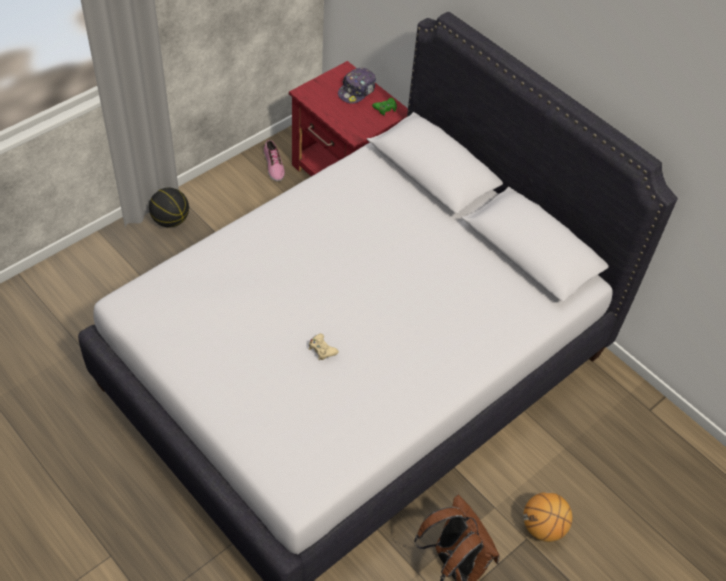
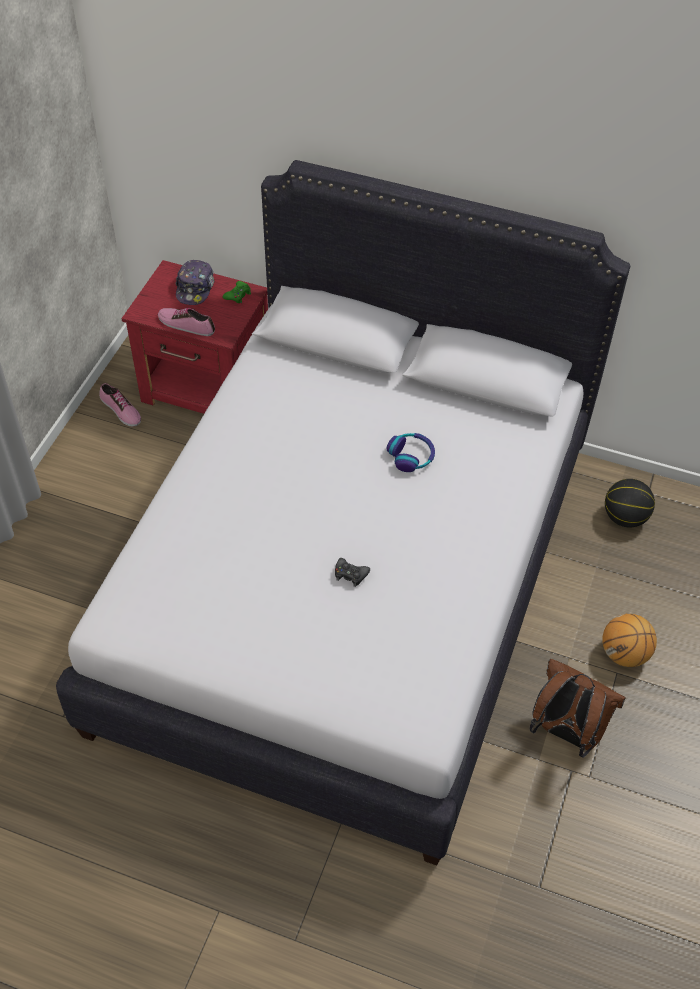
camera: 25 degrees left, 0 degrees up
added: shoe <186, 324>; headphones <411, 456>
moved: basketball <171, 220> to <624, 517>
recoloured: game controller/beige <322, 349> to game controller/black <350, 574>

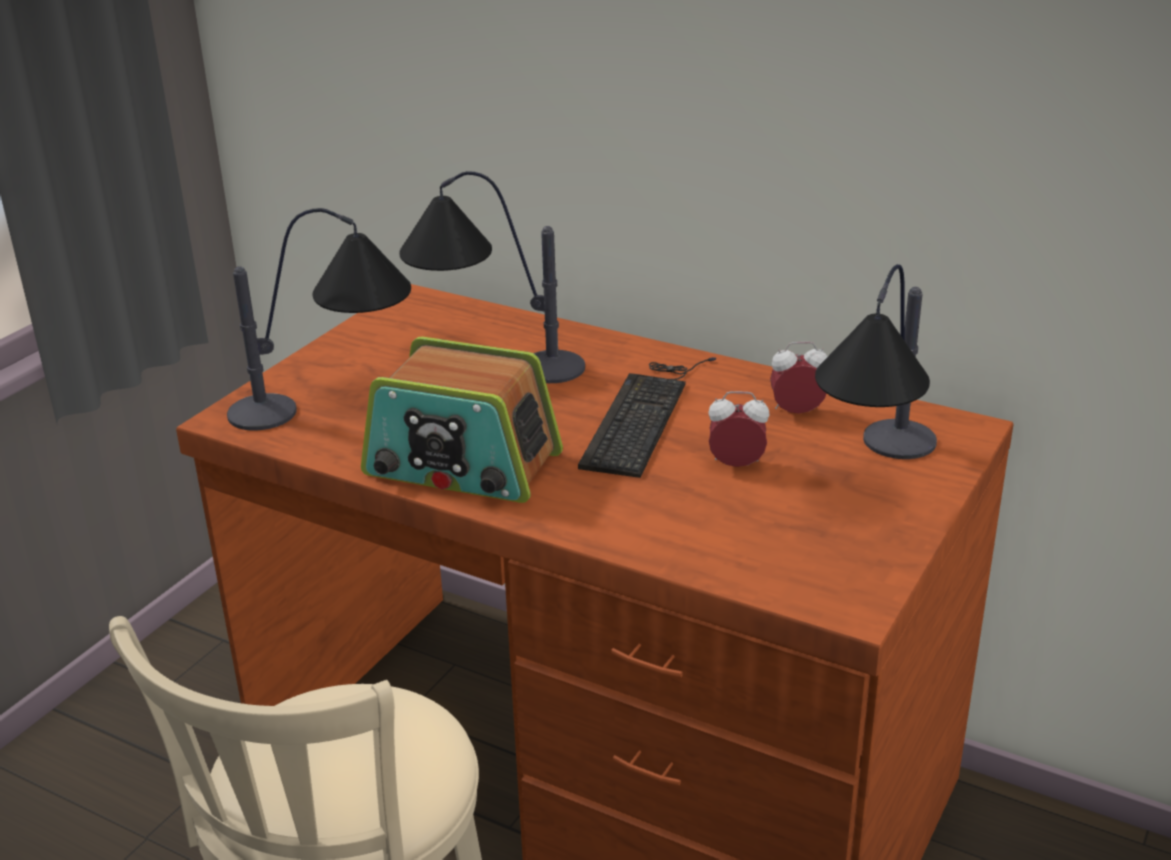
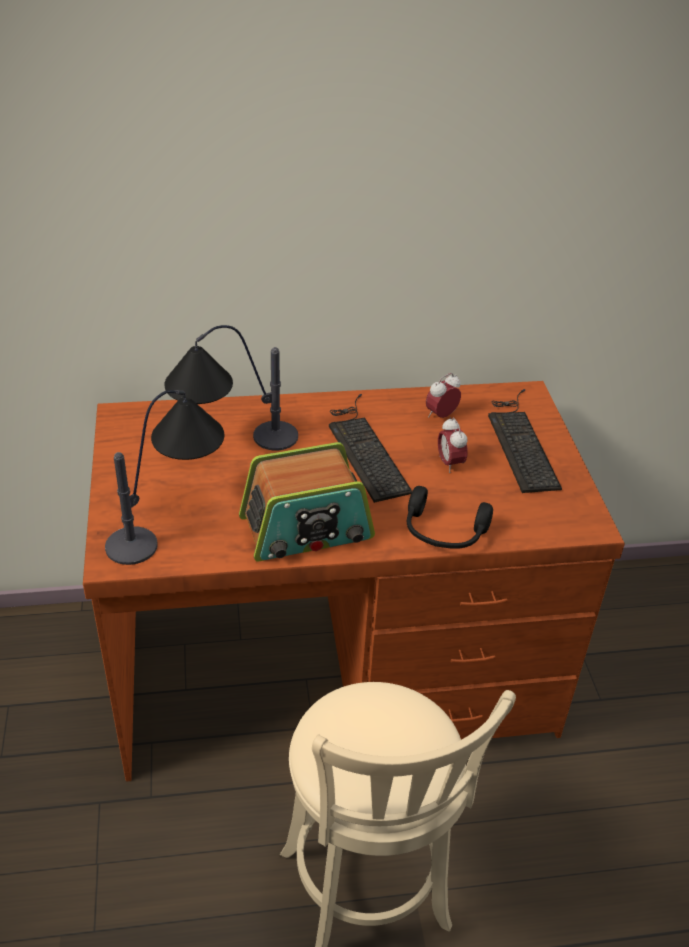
camera: 40 degrees left, 10 degrees up
added: headphones/black <443, 533>
replaced: table lamp <876, 476> to keyboard <520, 441>
turned: alarm clock <736, 465> = <450, 463> 75 degrees counterclockwise

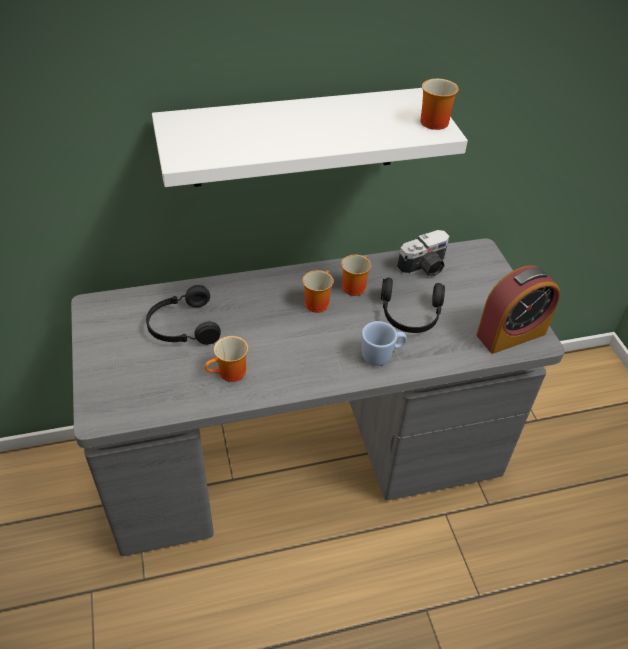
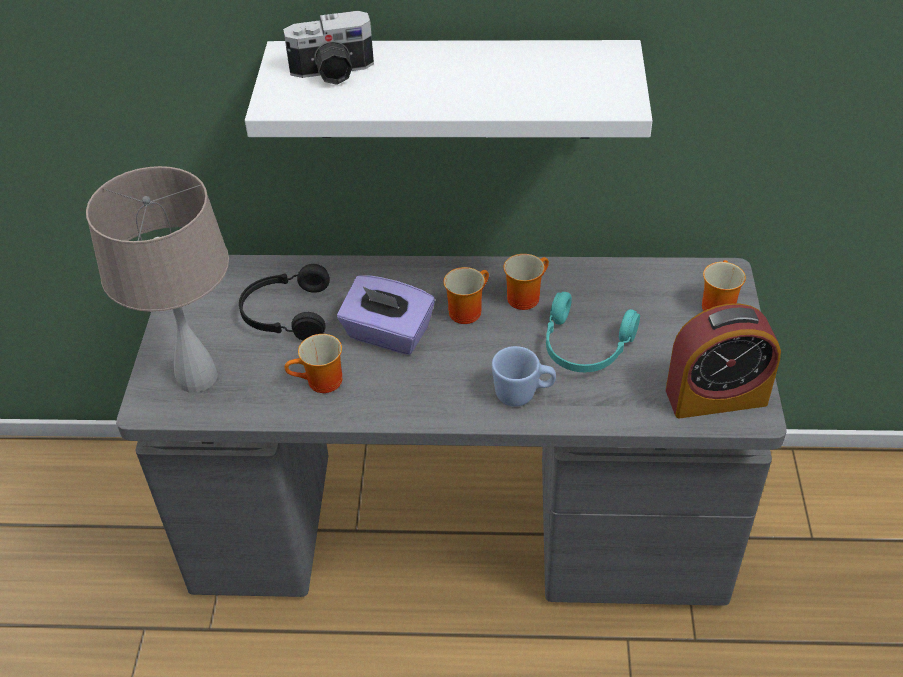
camera: 20 degrees right, 0 degrees up
added: table lamp/beige <197, 377>; tissue box/purple <387, 334>
moved: mug <431, 120> to <715, 304>; photo camera <424, 268> to <333, 72>
recoloured: headphones/black <410, 315> to headphones/turquoise <584, 347>

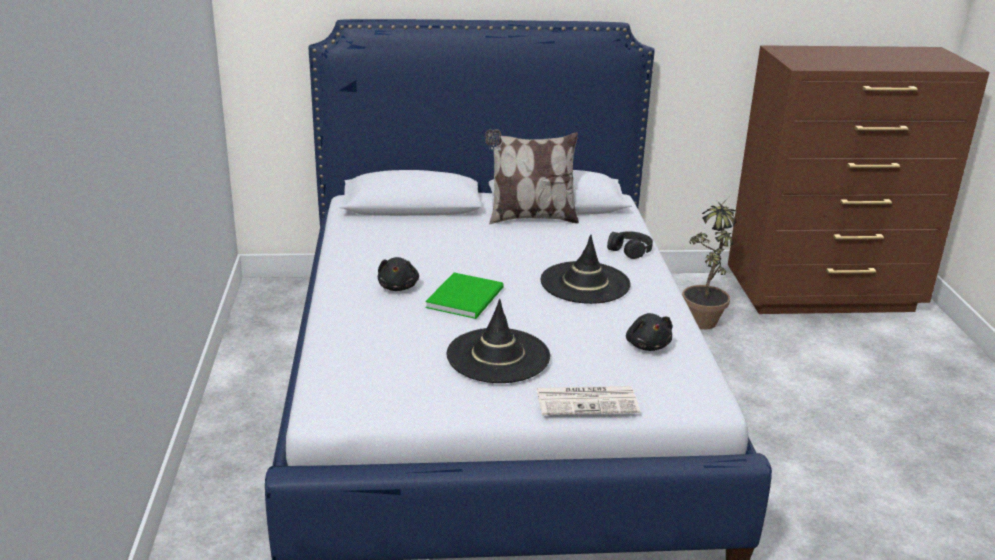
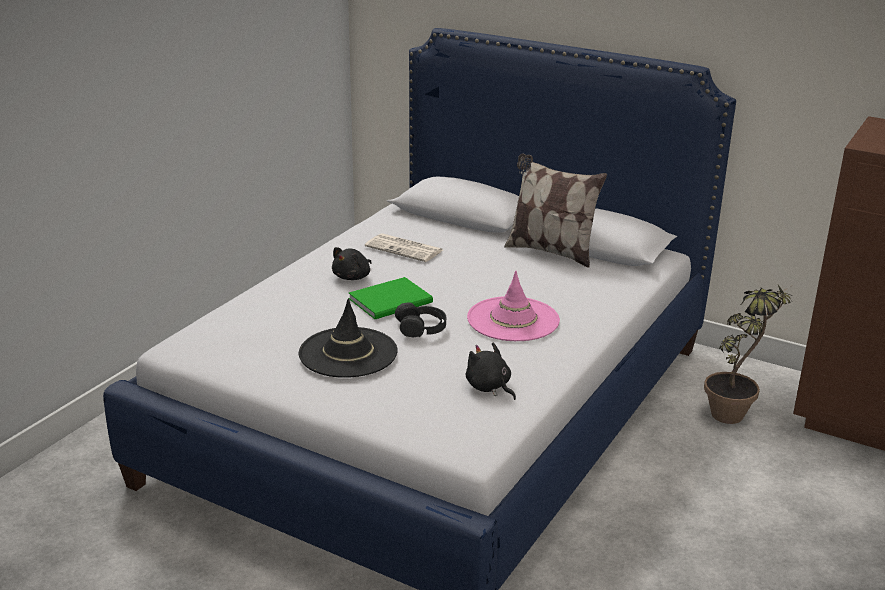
camera: 35 degrees right, 0 degrees up
moved: headphones/black <630, 250> to <421, 327>; newspaper <588, 401> to <405, 249>
recoloured: hat/black <585, 283> to hat/pink <513, 319>
turned: plush toy/black <647, 345> = <489, 387> 120 degrees clockwise

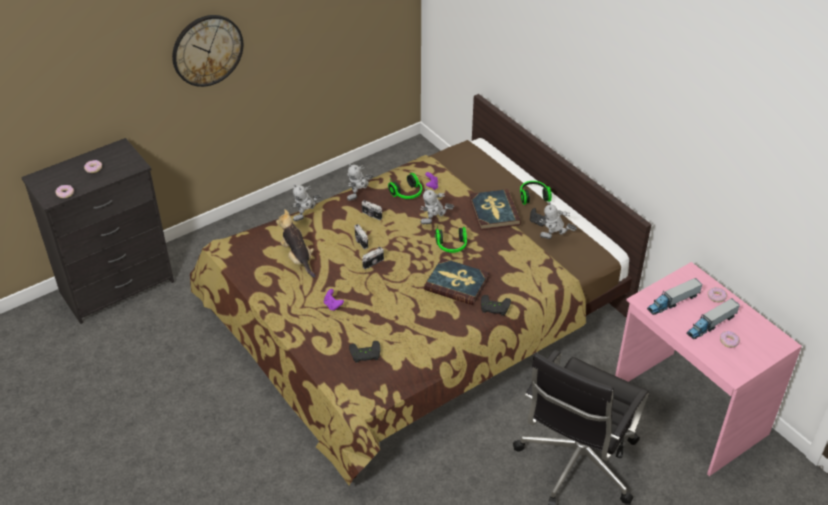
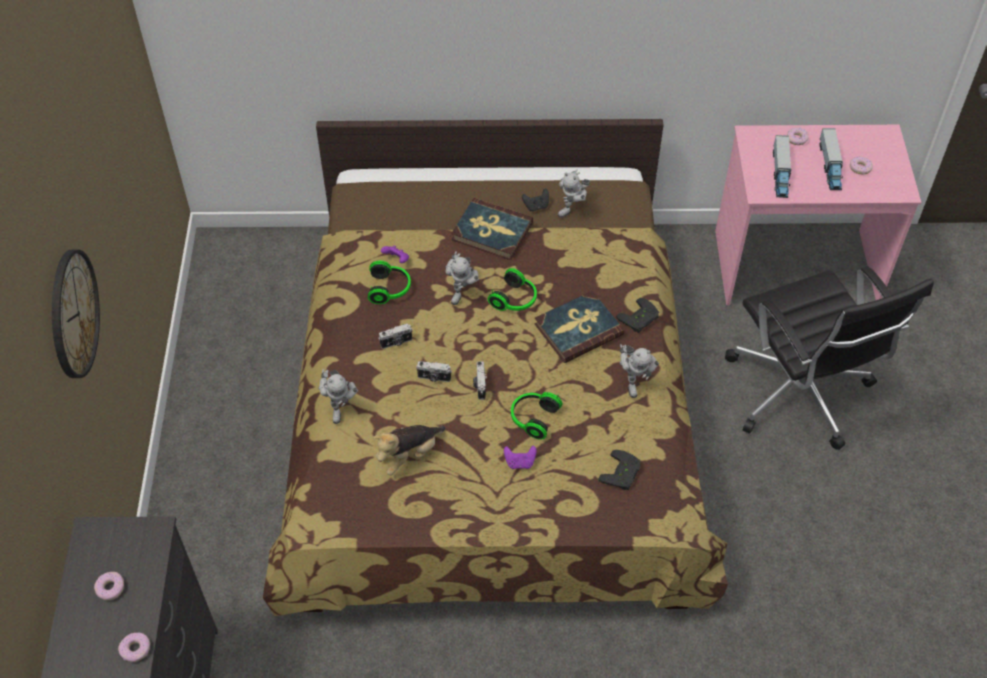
camera: 55 degrees left, 10 degrees up
moved: toy robot <360, 196> to <633, 381>; headphones <533, 196> to <533, 418>
turned: plush toy <298, 258> = <409, 455> 45 degrees counterclockwise

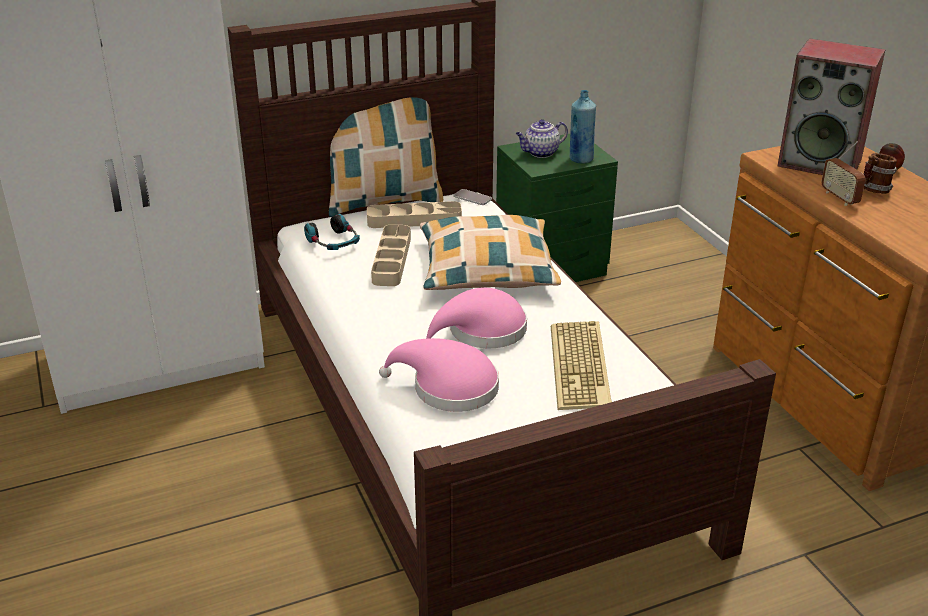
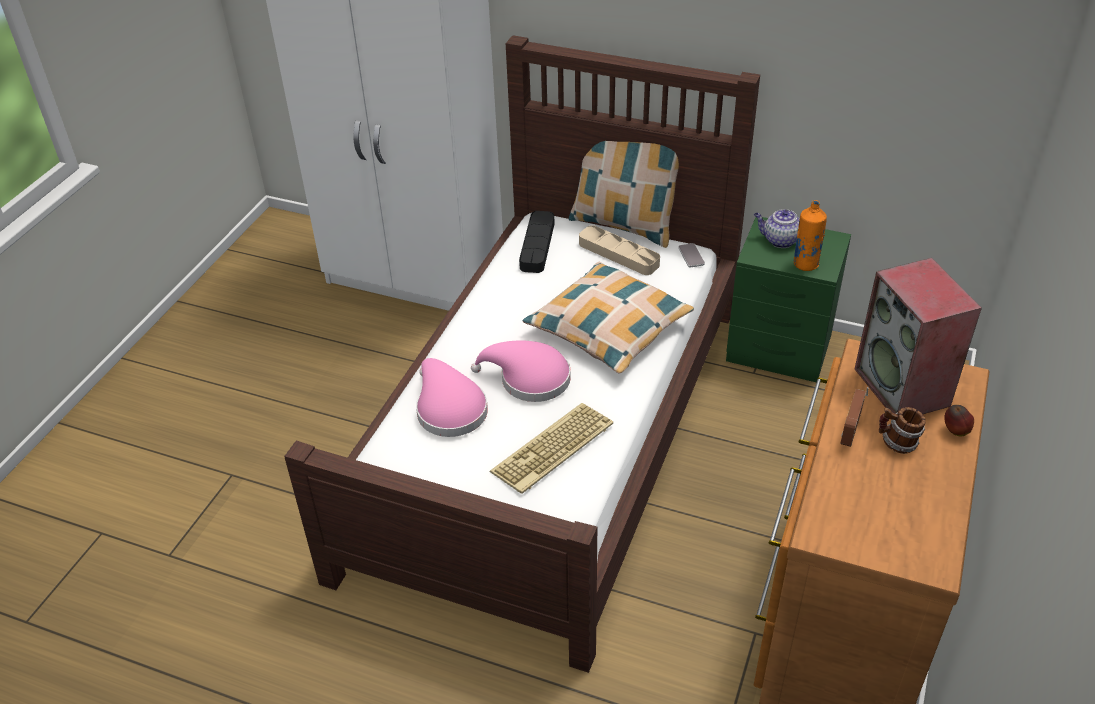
camera: 45 degrees right, 10 degrees up
removed: tray/beige <392, 260>
replaced: headphones <333, 242> to tray/black <537, 245>
recoloured: bottle/blue <581, 159> to bottle/orange <805, 264>

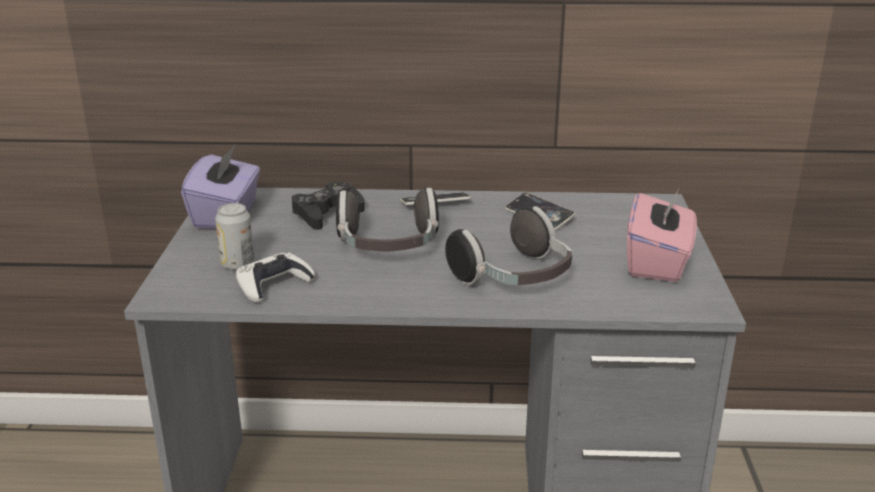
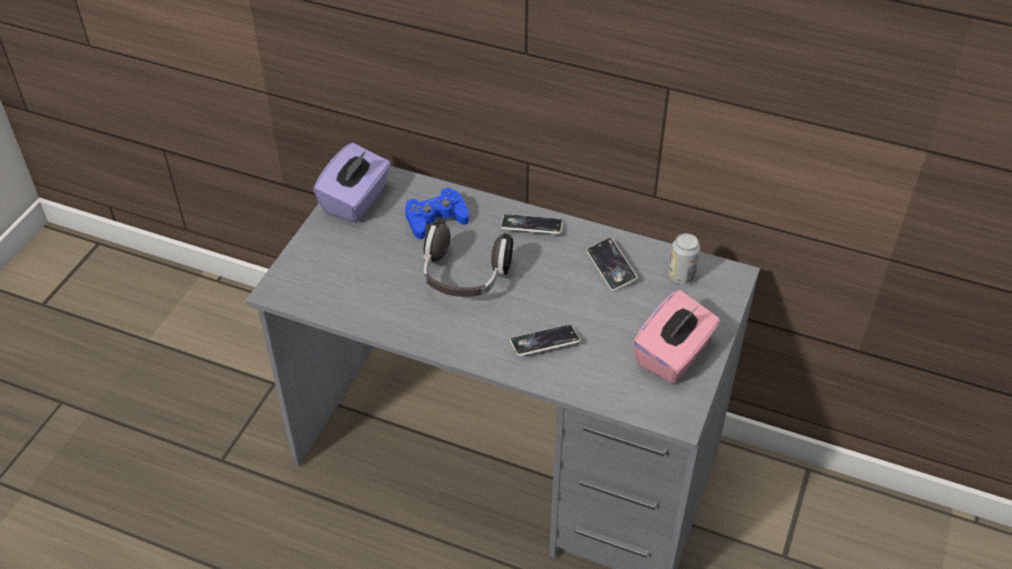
camera: 20 degrees right, 20 degrees up
removed: game controller/white <273, 284>
moved: can <238, 264> to <681, 276>
replaced: headphones <515, 279> to phone <544, 343>
recoloured: game controller/black <327, 213> to game controller/blue <435, 219>

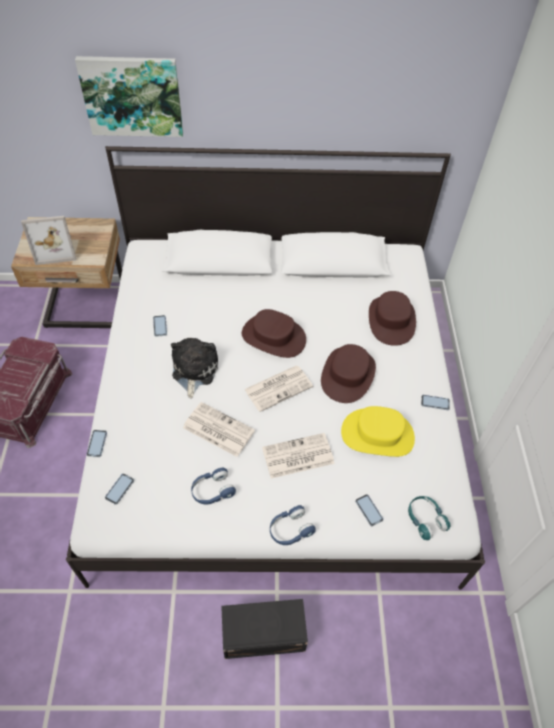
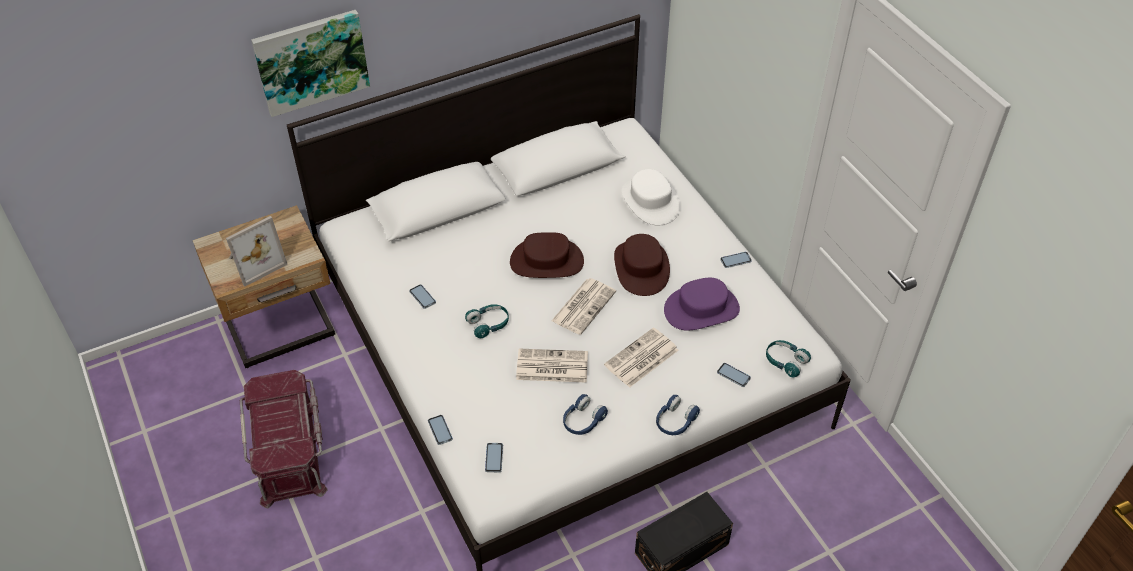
camera: 25 degrees left, 5 degrees down
replaced: plush toy <194, 370> to headphones/turquoise <489, 324>
recoloured: hat/brown <391, 320> to hat/white <650, 201>; hat/yellow <377, 434> to hat/purple <701, 309>

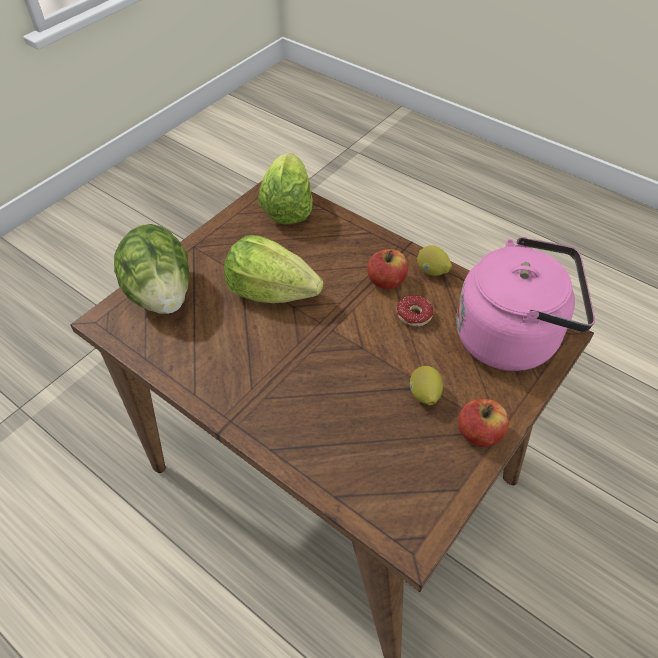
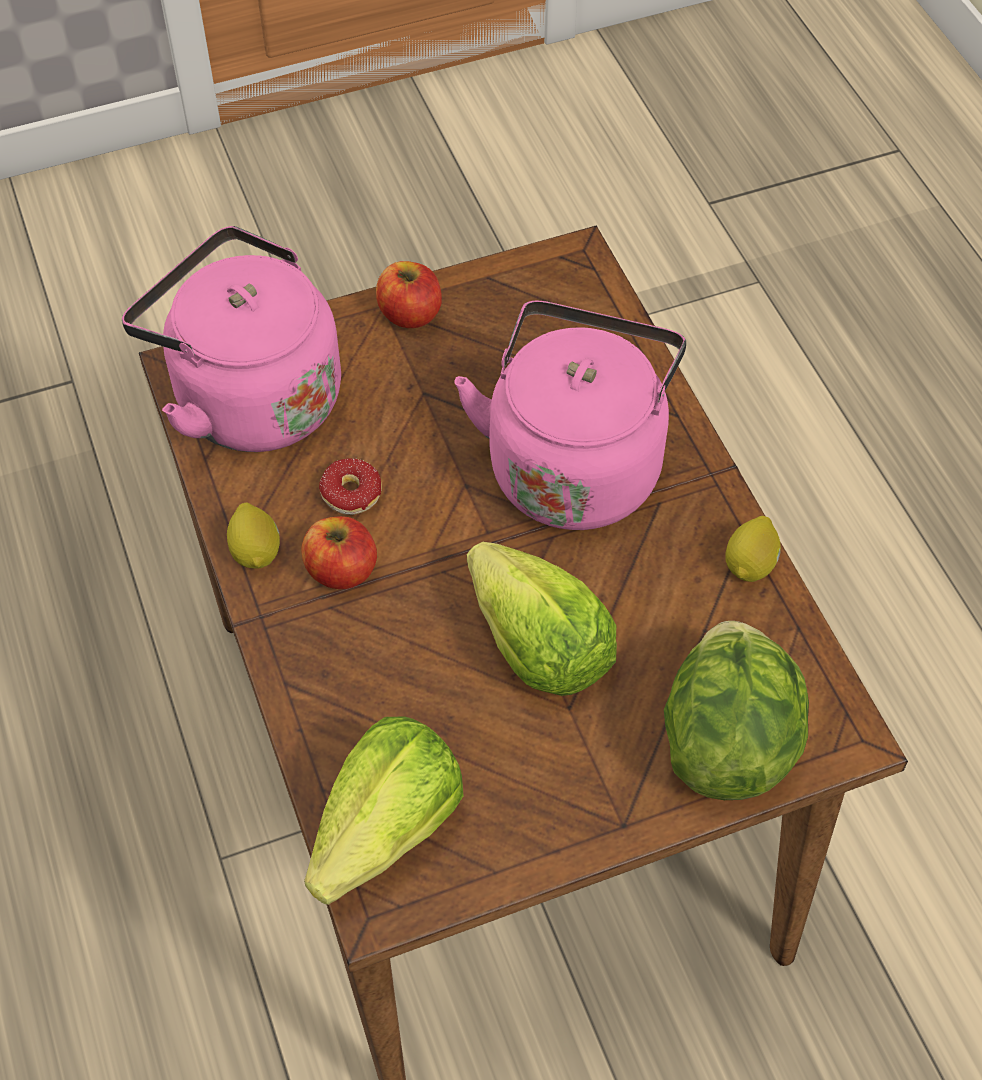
camera: 150 degrees left, 5 degrees up
added: kettle/pink <575, 463>
moved: lemon <424, 394> to <750, 564>

